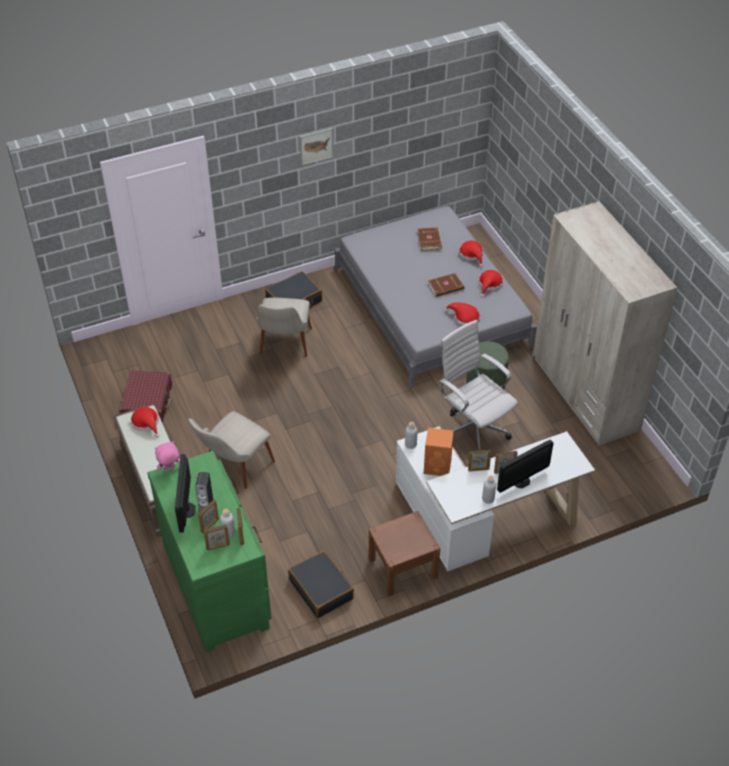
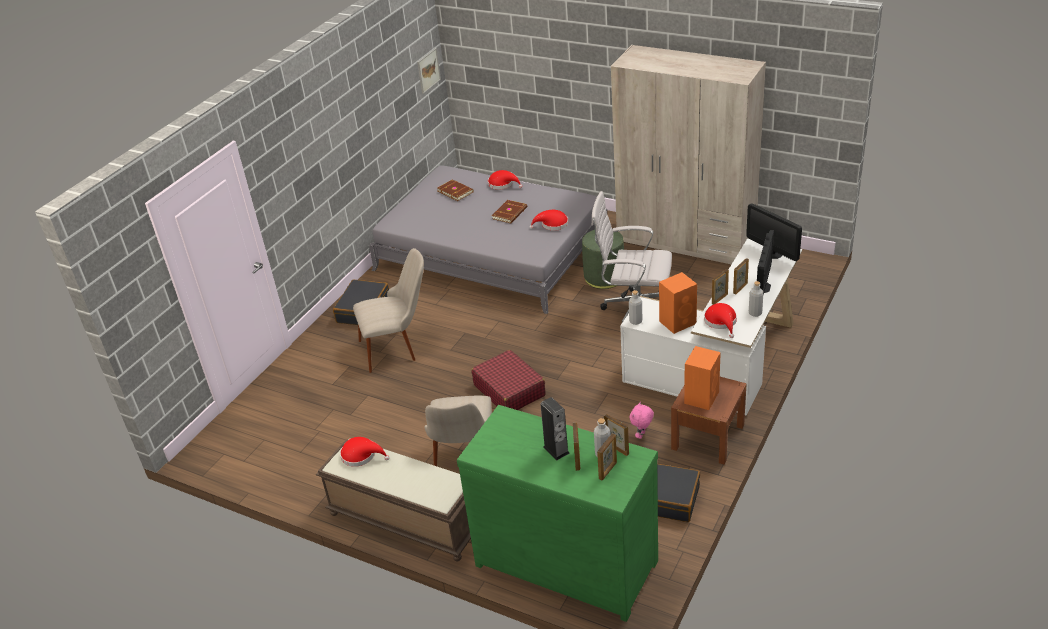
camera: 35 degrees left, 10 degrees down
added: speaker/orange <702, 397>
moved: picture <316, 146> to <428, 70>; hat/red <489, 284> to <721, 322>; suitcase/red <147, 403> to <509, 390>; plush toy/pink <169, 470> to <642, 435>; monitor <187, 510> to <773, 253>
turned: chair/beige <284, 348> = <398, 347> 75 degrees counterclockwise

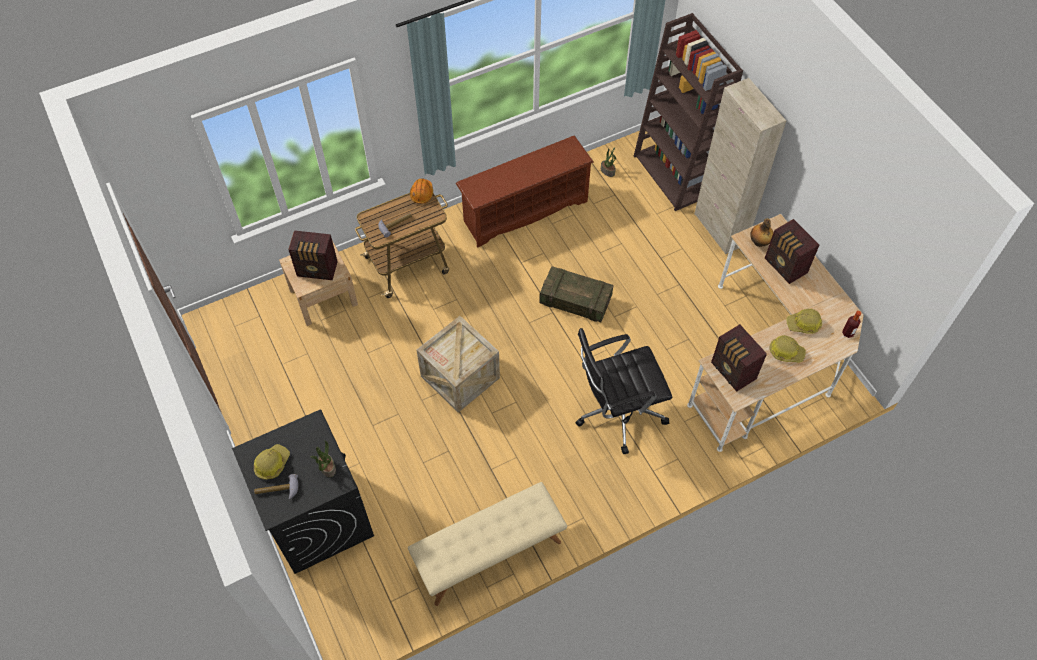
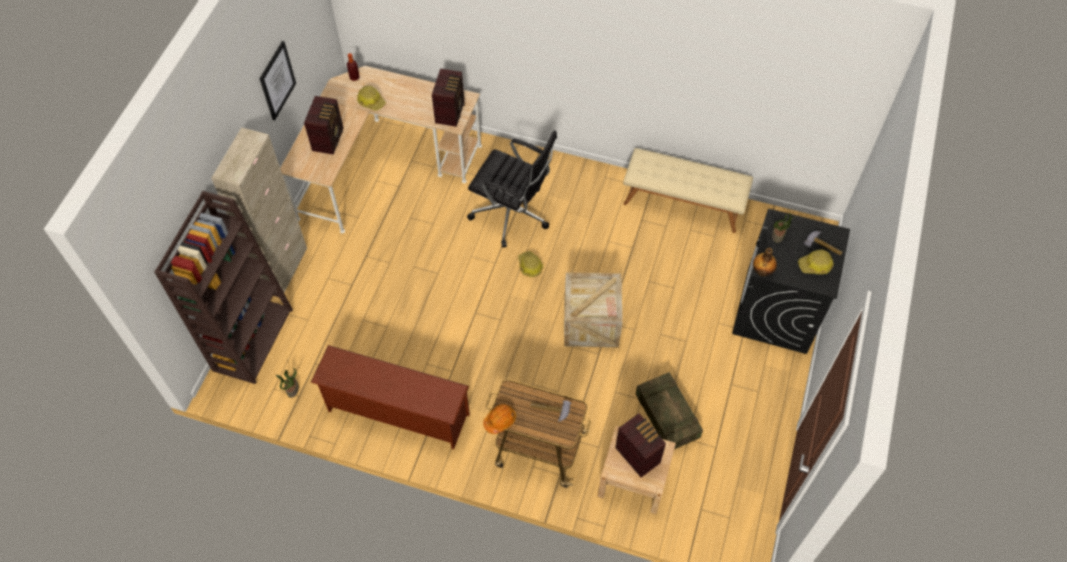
camera: 135 degrees left, 0 degrees up
added: picture <277, 80>
moved: bottle <759, 243> to <762, 271>; crate <575, 301> to <667, 417>; hard hat <786, 352> to <530, 266>

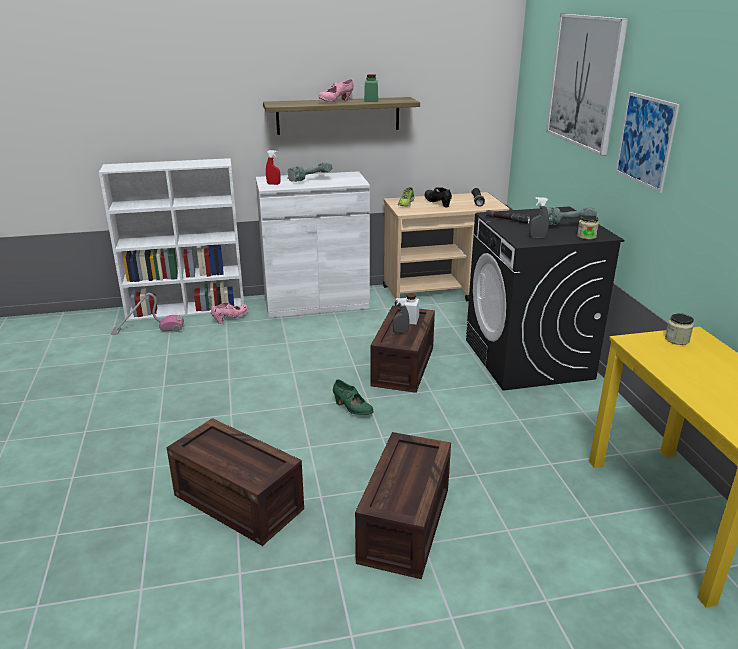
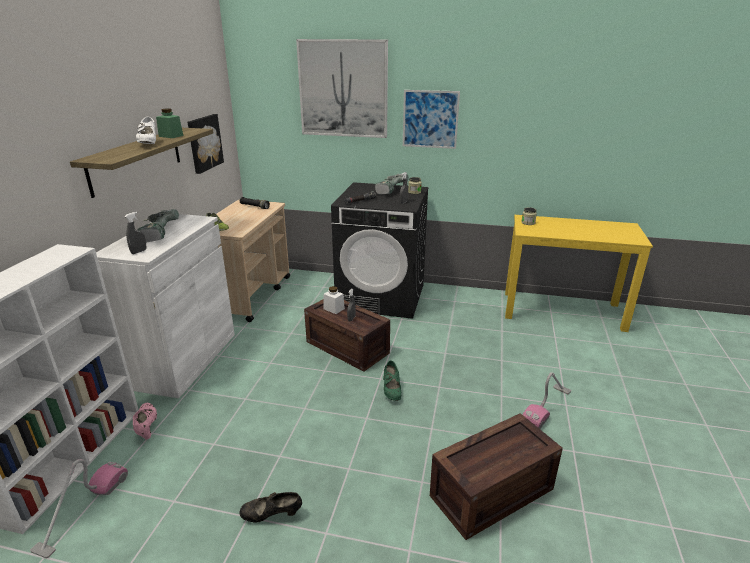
camera: 65 degrees left, 0 degrees up
added: picture <204, 143>
moved: shoe/black <437, 203> to <272, 516>
replaced: crate <406, 526> to vacuum cleaner <547, 406>
recoloured: shoe/pink <336, 102> to shoe/white <149, 144>; spray bottle/red <273, 184> to spray bottle/grey <139, 252>
turned: shoe/green <352, 409> = <391, 390> 105 degrees clockwise

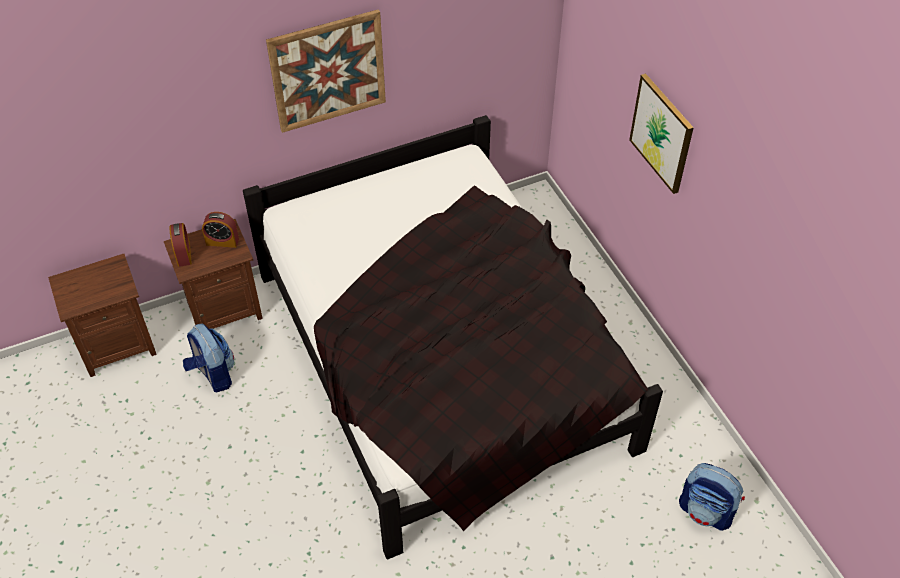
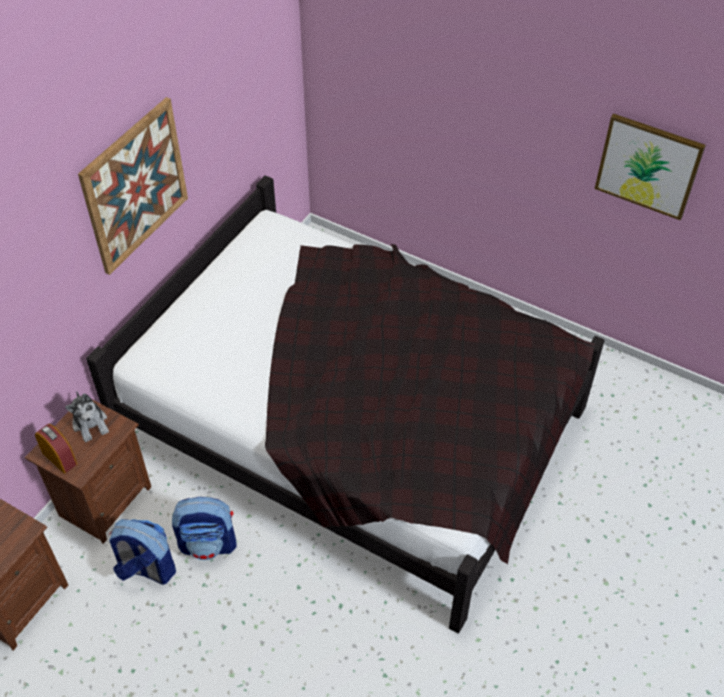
camera: 35 degrees left, 0 degrees up
moved: picture <662, 133> to <648, 166>; backpack <706, 511> to <209, 543>
replaced: alarm clock <222, 241> to plush toy <90, 424>

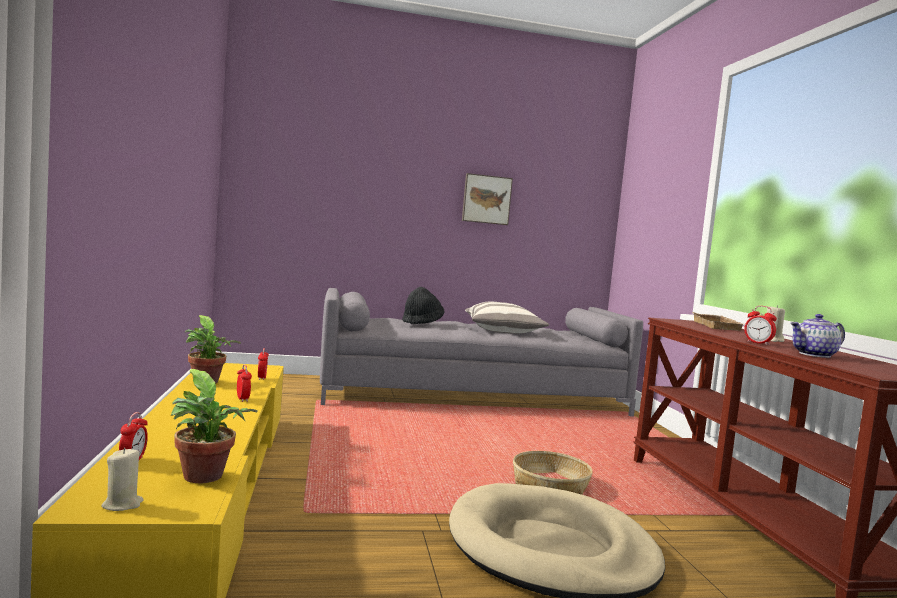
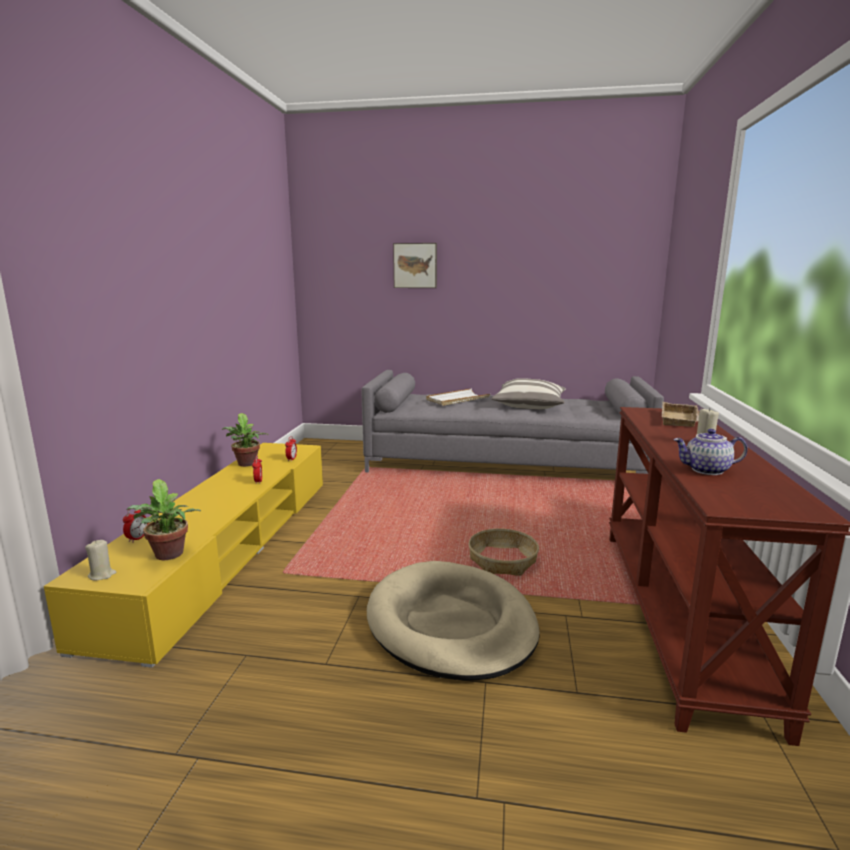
camera: 20 degrees right, 10 degrees up
removed: alarm clock <758, 343>
moved: picture <486, 199> to <415, 265>
replaced: hat/black <422, 322> to tray/white <457, 399>

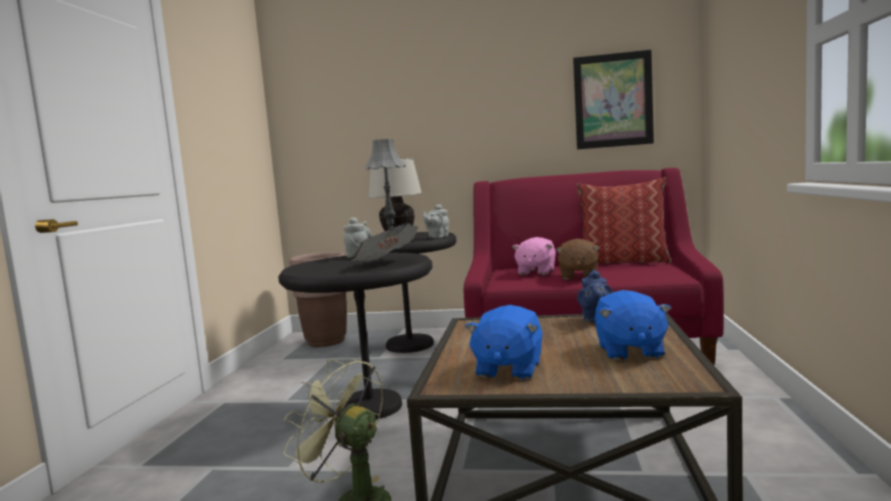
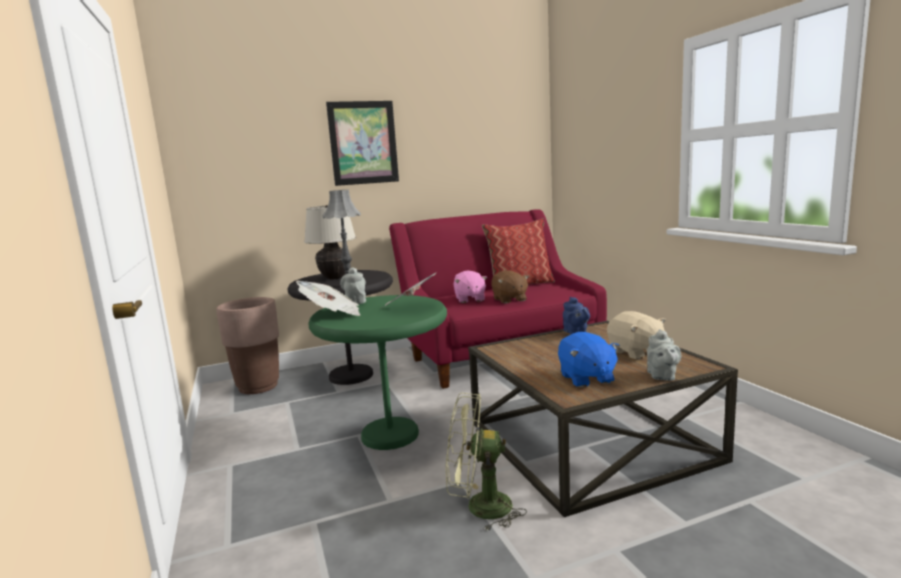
camera: 30 degrees left, 5 degrees up
added: newspaper <332, 314>
moved: picture <613, 100> to <363, 143>; teapot/grey <437, 237> to <661, 376>
recoloured: side table/black <370, 407> to side table/green <390, 435>; plush toy/blue <629, 351> to plush toy/beige <635, 352>

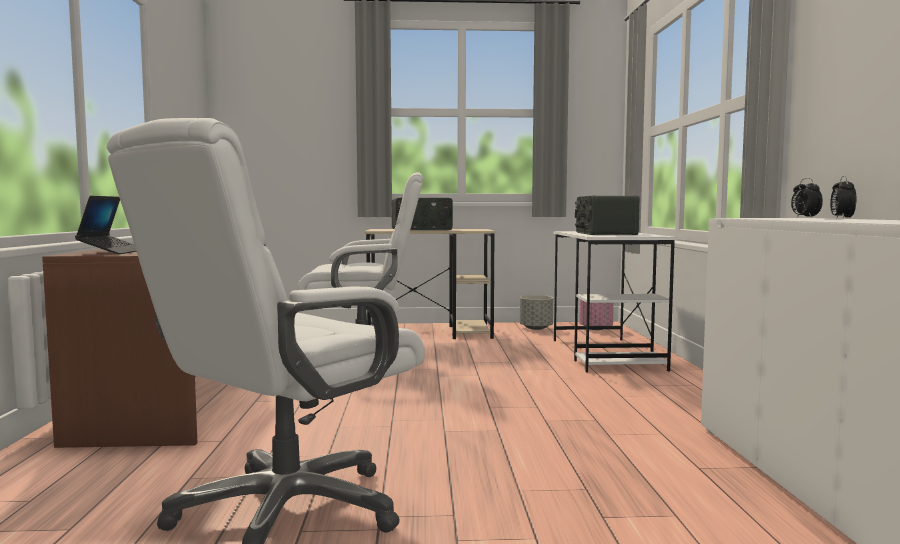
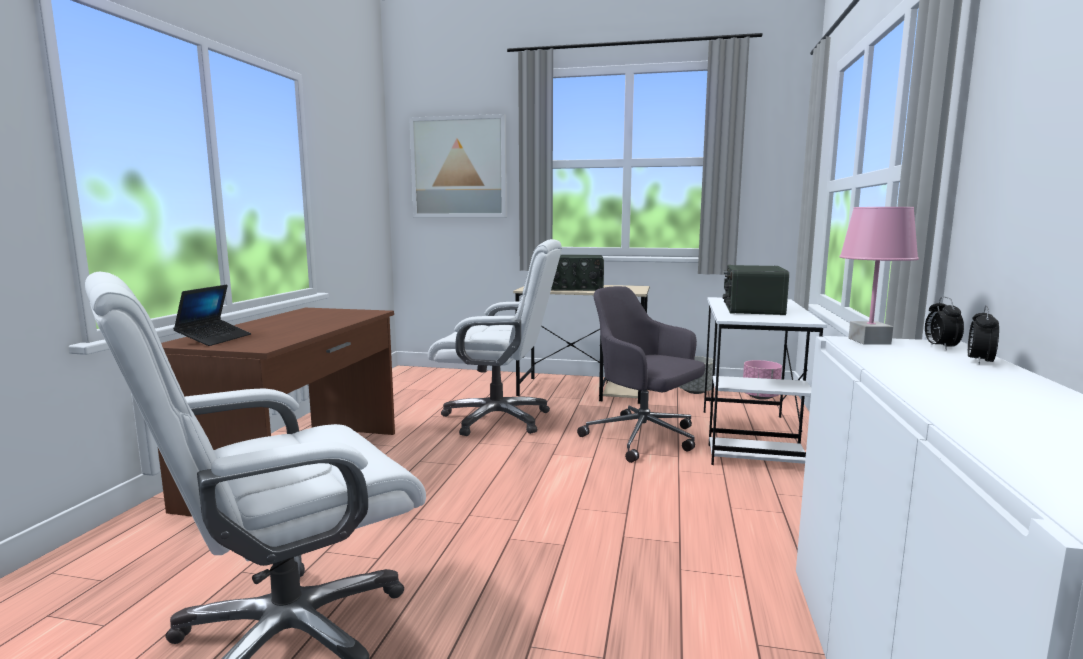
camera: 15 degrees right, 5 degrees up
added: picture <459, 167>; table lamp/pink <870, 341>; office chair/grey <643, 438>

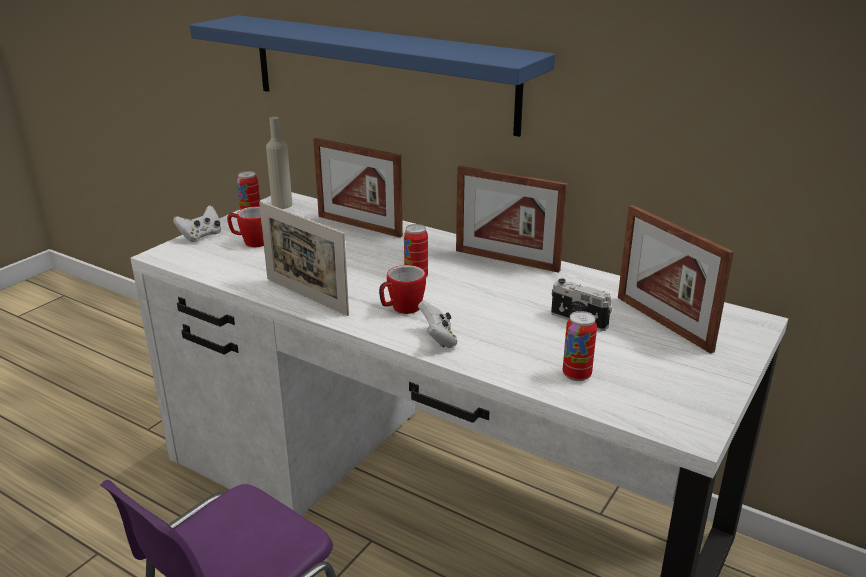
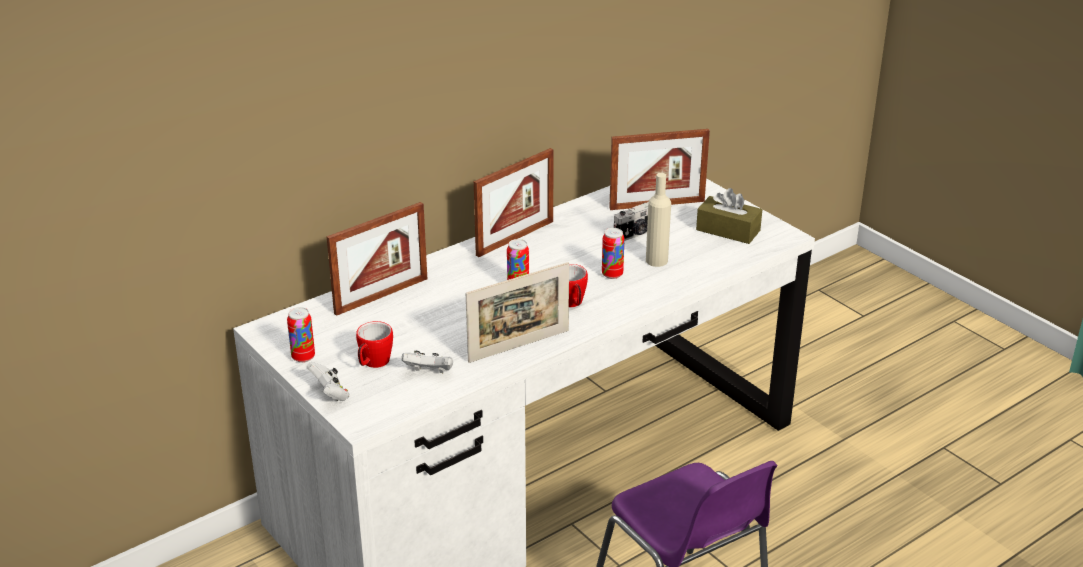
camera: 70 degrees left, 5 degrees up
removed: shelf/blue <379, 72>
added: tissue box/brown <728, 230>
moved: bottle/beige <282, 205> to <656, 260>; game controller/white <438, 339> to <429, 372>; can <576, 375> to <612, 274>

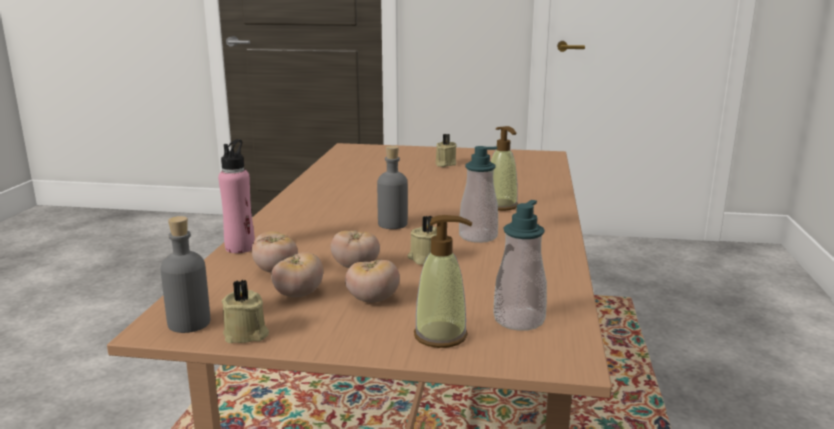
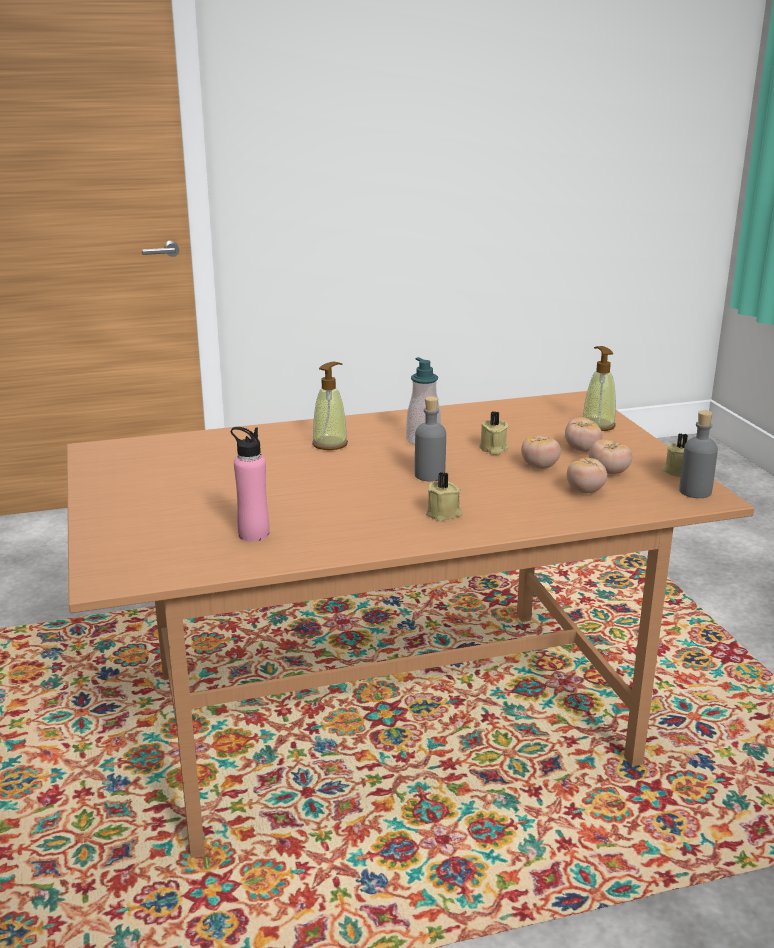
camera: 115 degrees left, 5 degrees up
removed: soap dispenser <519, 320>
moved: candle/beige <444, 164> to <444, 514>; bottle/pink <240, 247> to <253, 534>

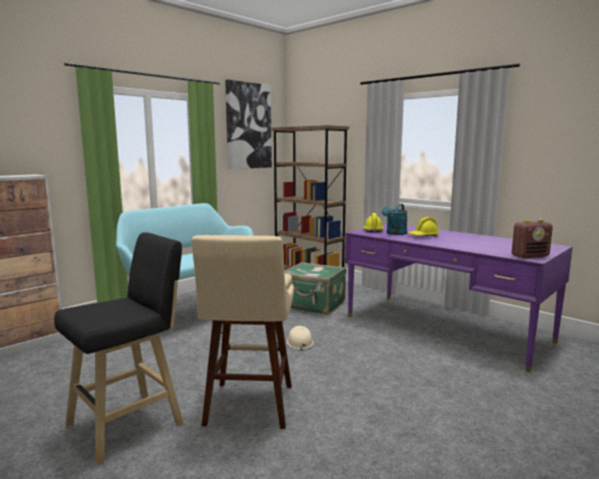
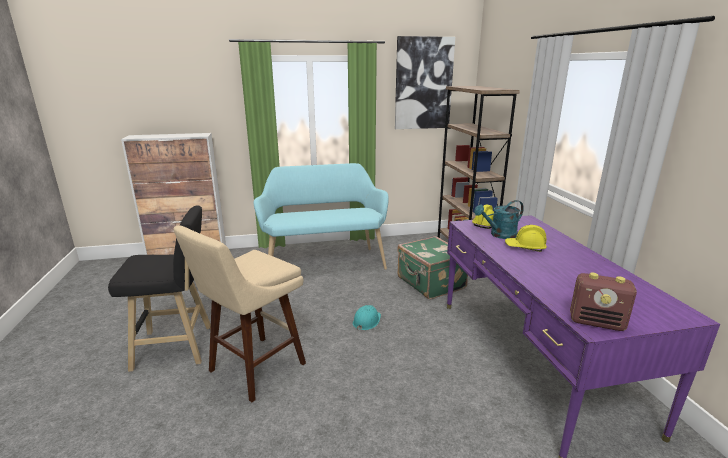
camera: 35 degrees right, 10 degrees up
recoloured: hard hat/beige <299, 342> to hard hat/turquoise <366, 321>

